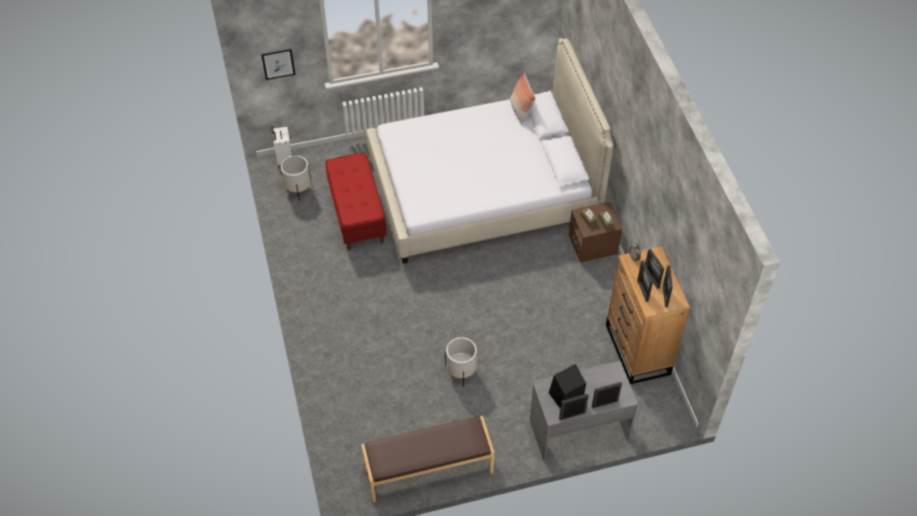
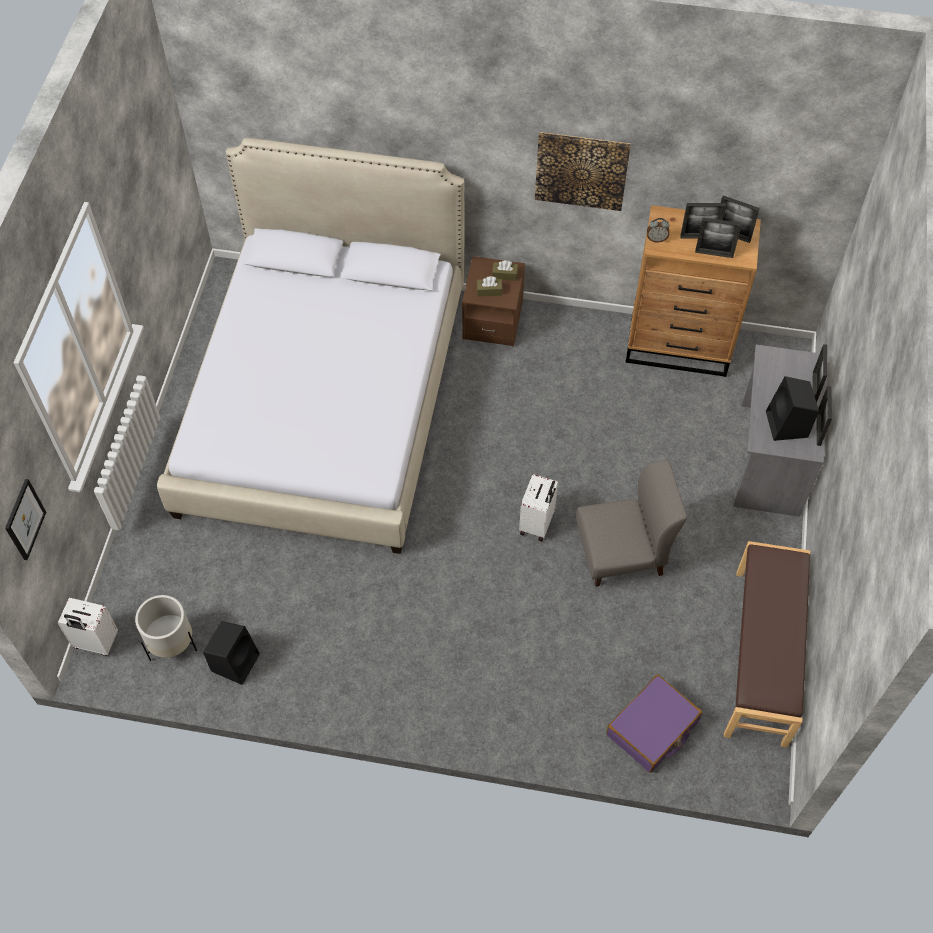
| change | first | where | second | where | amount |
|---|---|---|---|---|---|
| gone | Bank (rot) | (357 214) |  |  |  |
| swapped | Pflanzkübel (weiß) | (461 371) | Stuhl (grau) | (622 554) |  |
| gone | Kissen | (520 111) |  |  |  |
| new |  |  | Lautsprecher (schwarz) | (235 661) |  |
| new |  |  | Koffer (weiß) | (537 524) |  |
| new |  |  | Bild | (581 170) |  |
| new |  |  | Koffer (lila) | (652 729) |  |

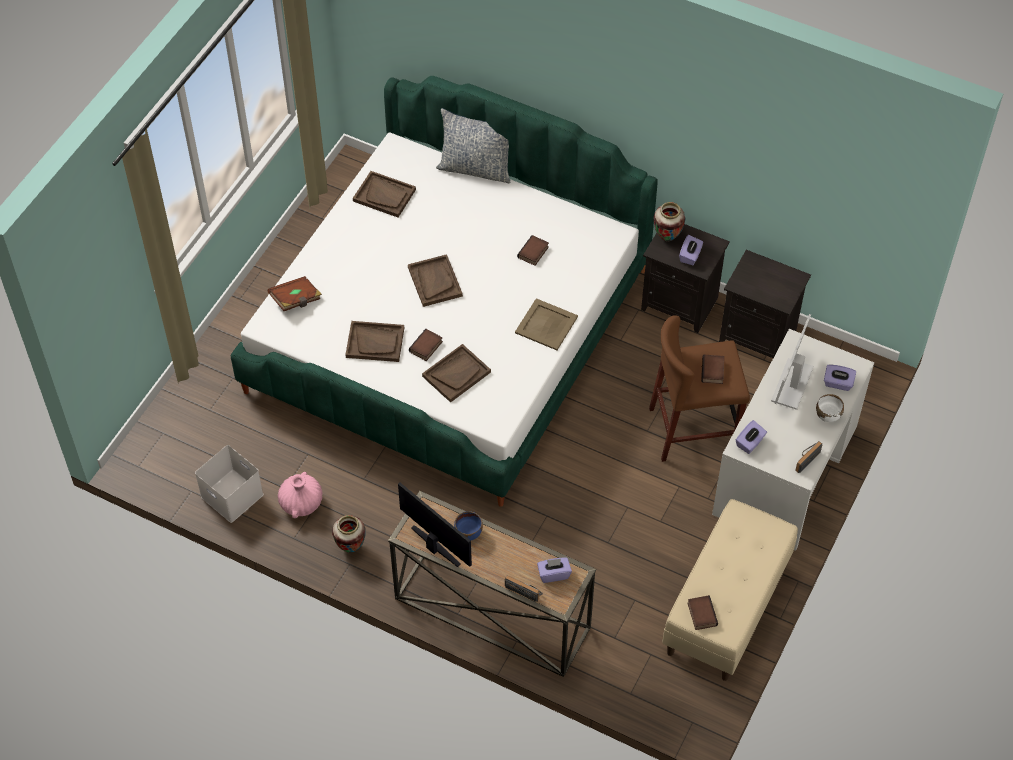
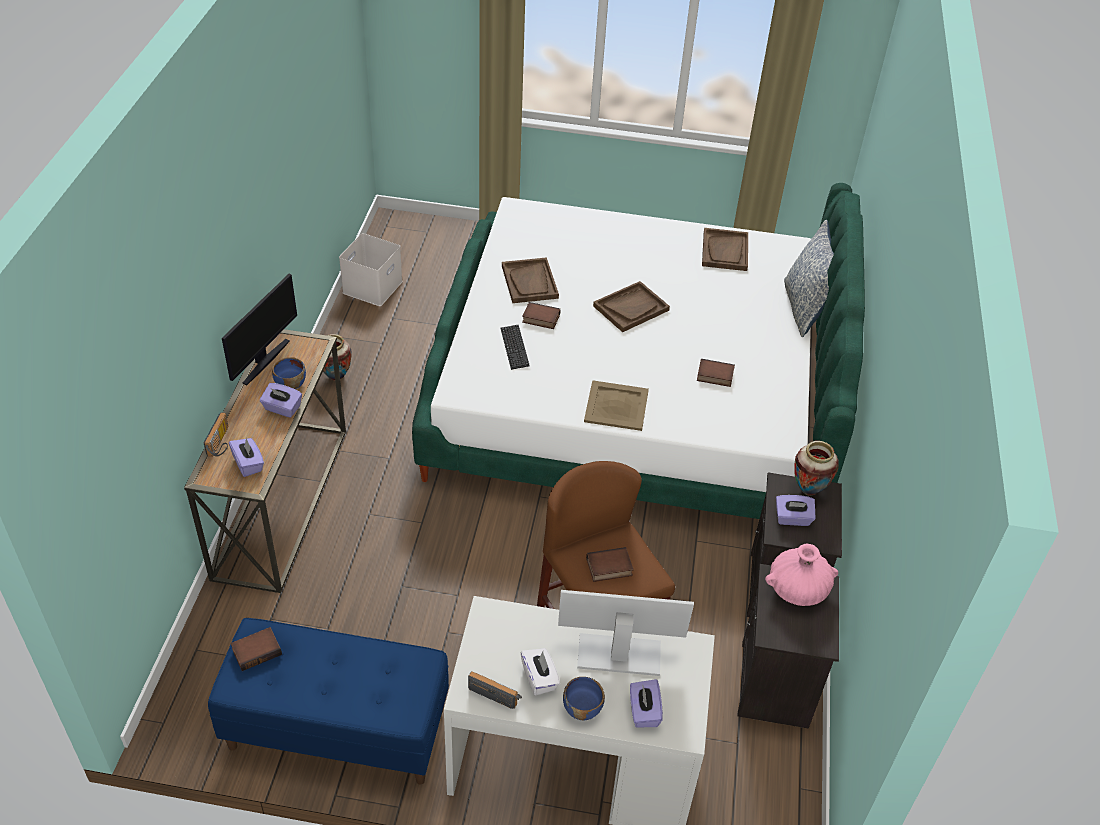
| change | first | where | second | where | amount |
|---|---|---|---|---|---|
| gone | Buch (braun) | (296 300) |  |  |  |
| shifted | Vase (rosa) | (301 503) |  | (797 590) |  |
| swapped | Tablett (braun) | (456 374) | Tastatur | (514 348) |  |
| repainted | Bank (beige) | (727 608) | Bank (blau) | (336 729) |  |
| shifted | Taschentuchbox (lila) | (750 443) |  | (282 408) |  |
| repainted | Schüssel (weiß) | (828 415) | Schüssel (blau) | (582 708) |  |
| new |  |  | Taschentuchbox (weiß) | (539 678) |  |

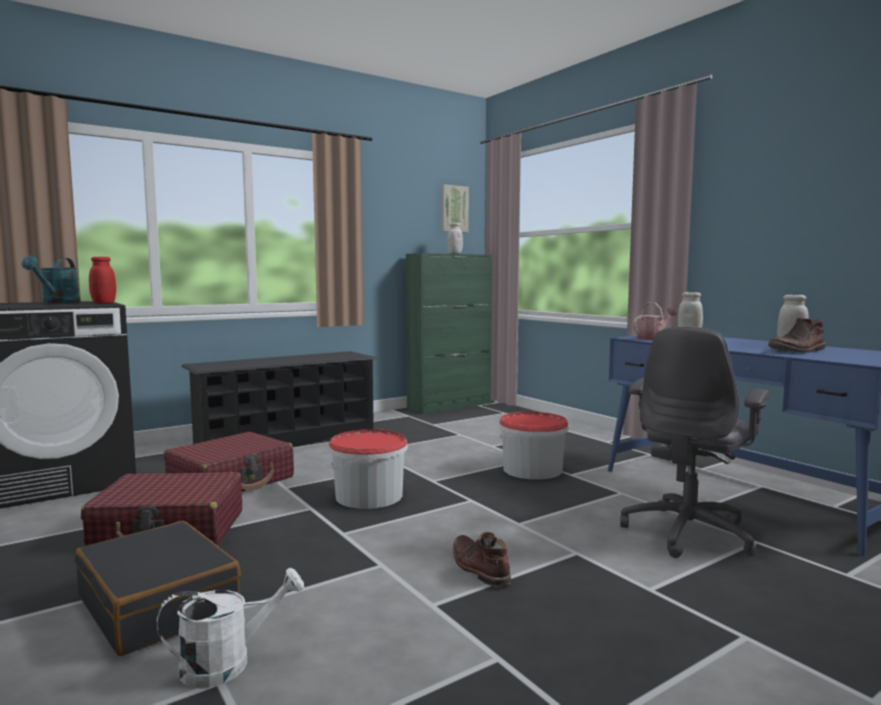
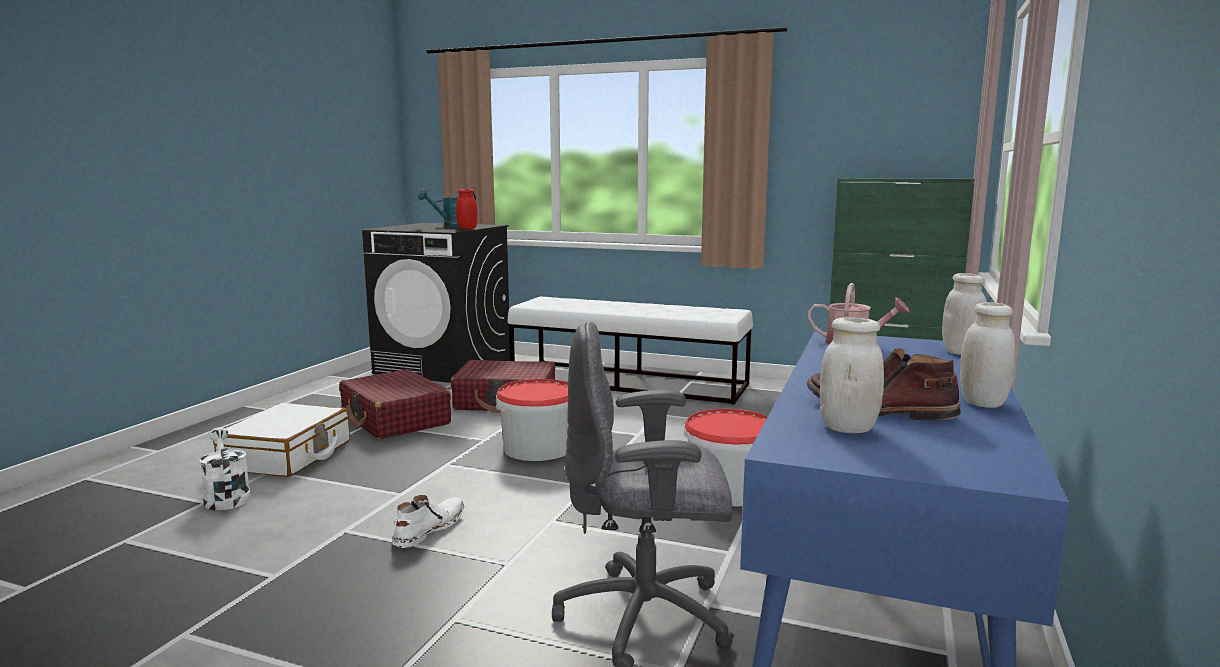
| change | first | where | second | where | amount |
|---|---|---|---|---|---|
| repainted | Koffer (schwarz) | (159 604) | Koffer (weiß) | (287 456) |  |
| rotated | Gießkanne (weiß) | (228 663) |  | (226 497) | 150 degrees counterclockwise |
| swapped | Schuhregal (schwarz) | (285 440) | Bank (weiß) | (629 382) |  |
| gone | Bild | (453 209) |  |  |  |
| shifted | Vorratsglas (weiß) | (455 253) |  | (848 428) |  |
| repainted | Stiefel (braun) | (478 568) | Stiefel (weiß) | (428 529) |  |

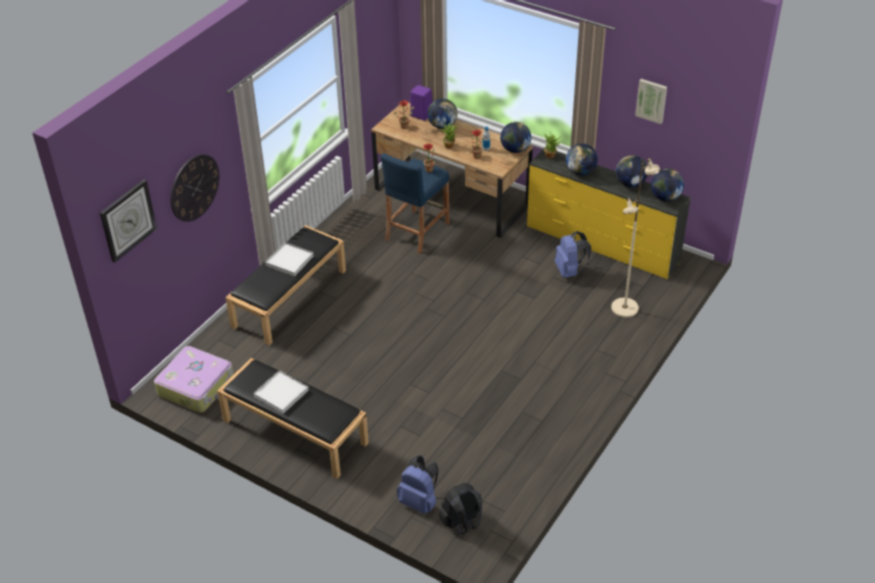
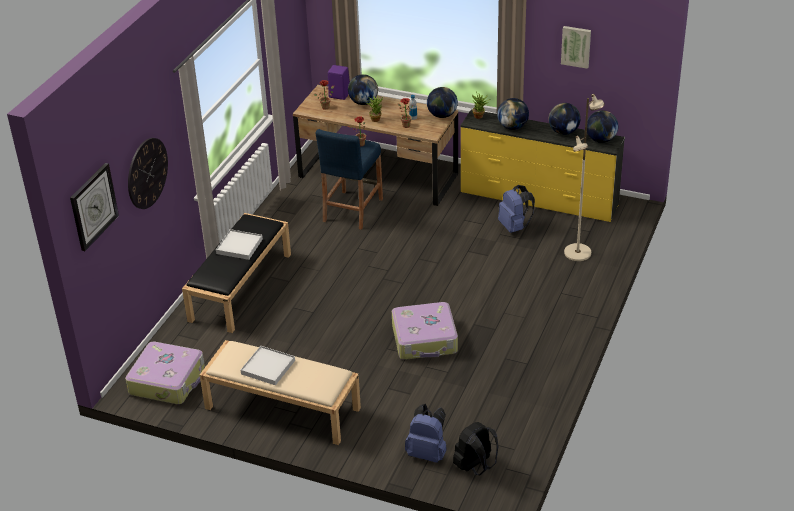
| change | first | where | second | where | amount |
|---|---|---|---|---|---|
| repainted | Bank (schwarz) | (294 432) | Bank (beige) | (281 408) |  |
| new |  |  | Koffer | (425 339) |  |

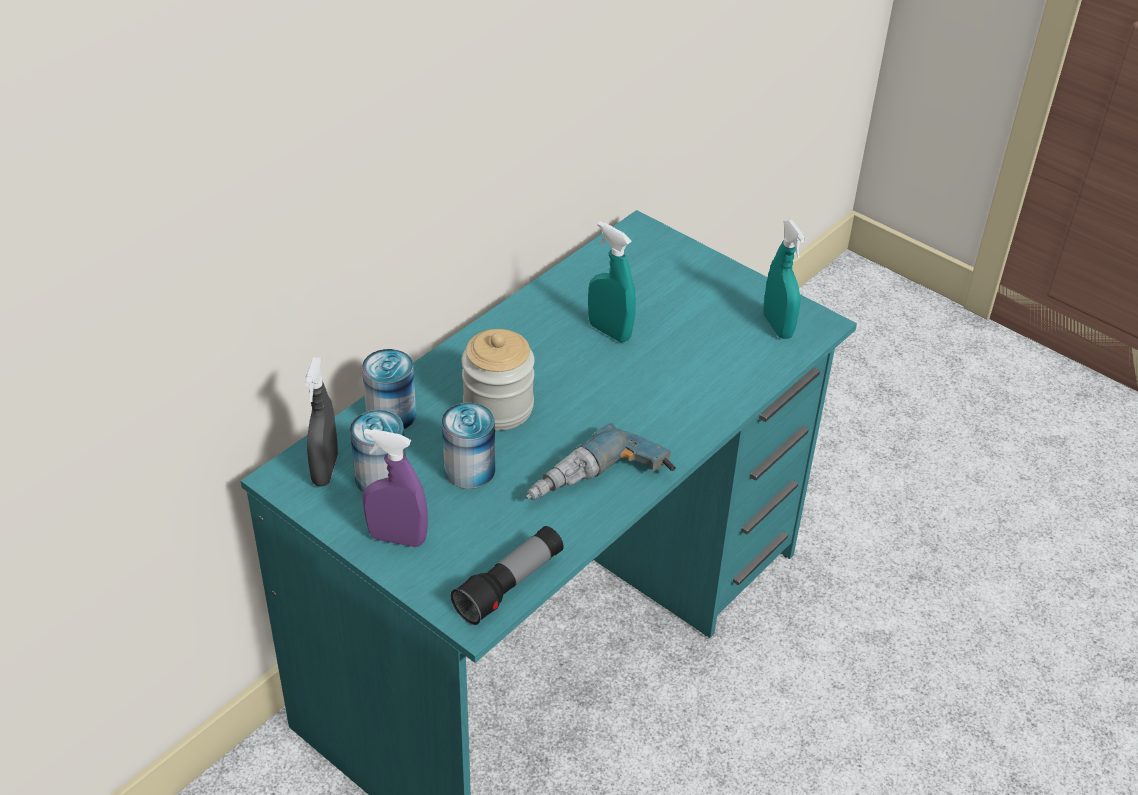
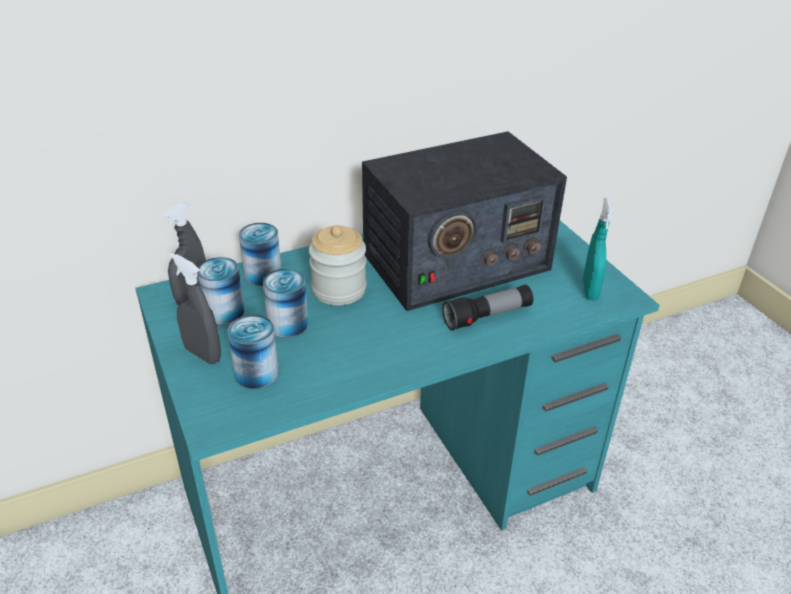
| change | first | where | second | where | amount |
|---|---|---|---|---|---|
| repainted | Sprühflasche (lila) | (397 538) | Sprühflasche (grau) | (202 354) |  |
| shifted | Taschenlampe | (509 585) |  | (487 317) |  |
| gone | Bohrmaschine | (600 488) |  |  |  |
| swapped | Sprühflasche (türkis) | (609 331) | Radio | (455 262) |  |
| new |  |  | Dose | (256 373) |  |

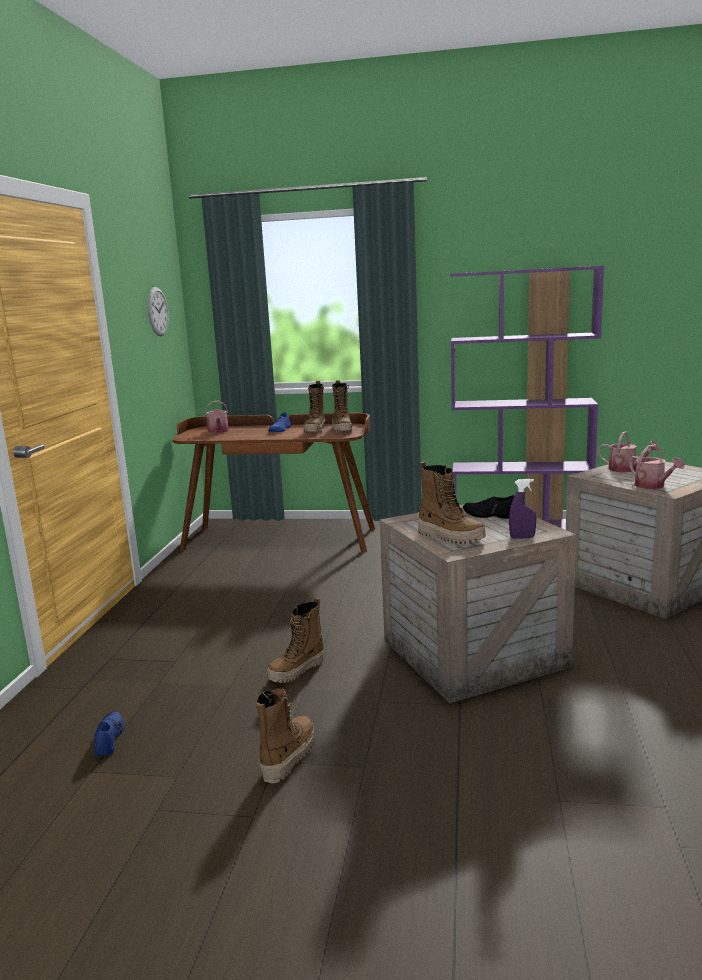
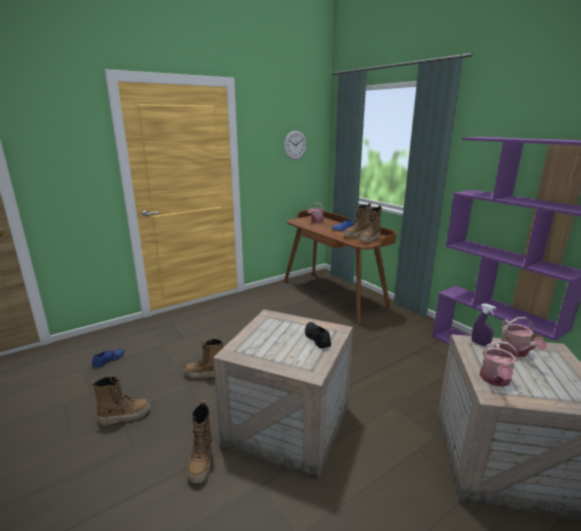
| change | first | where | second | where | amount |
|---|---|---|---|---|---|
| shifted | Stiefel | (451 537) |  | (201 462) |  |
| shifted | Sprühflasche (lila) | (522 537) |  | (480 344) |  |

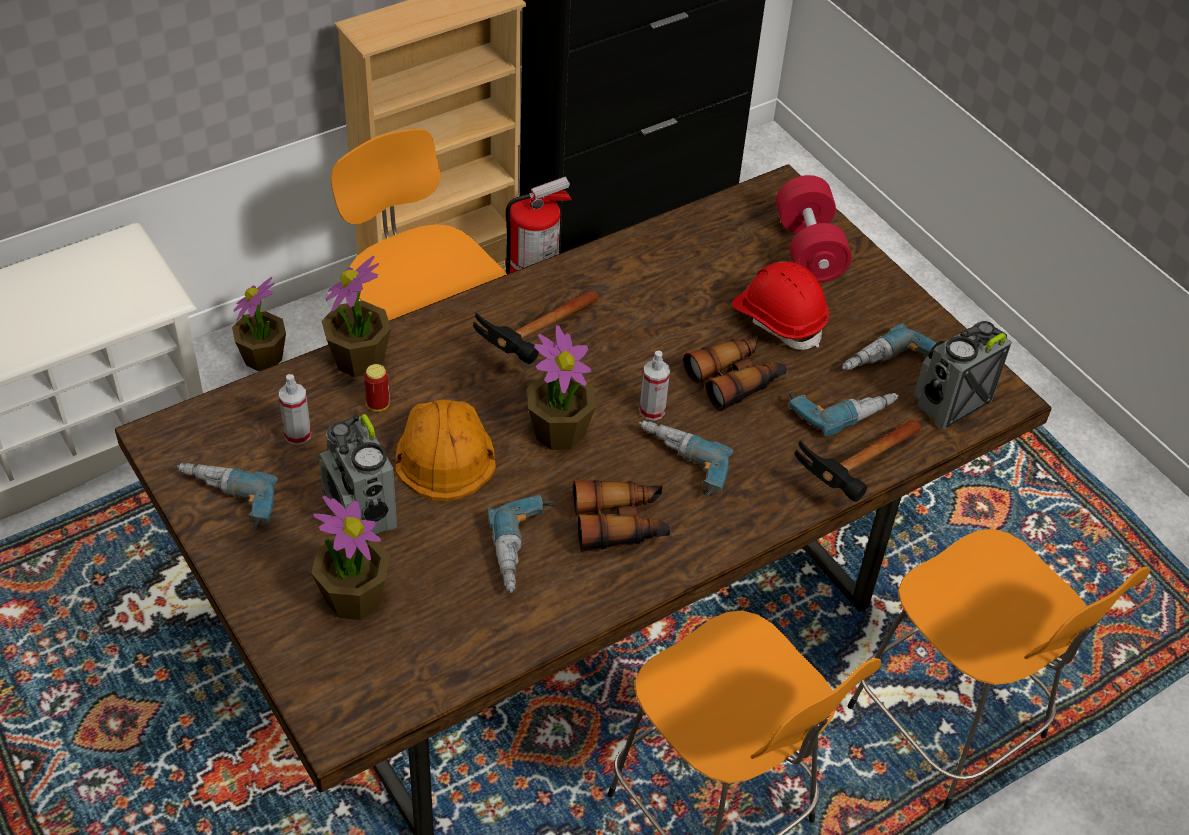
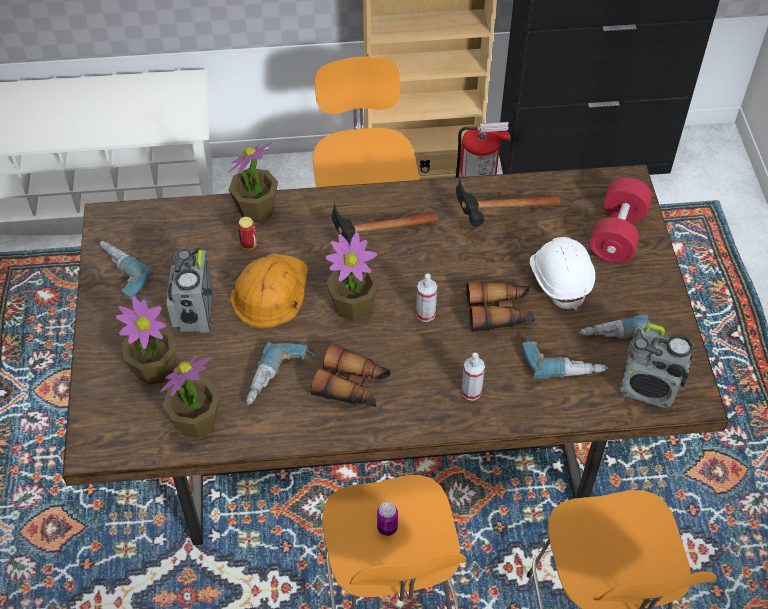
| change | first | where | second | where | amount |
|---|---|---|---|---|---|
| shifted | Topfpflanze | (263 357) |  | (196 421) |  |
| shifted | Sprühflasche | (297 435) |  | (471 392) |  |
| gone | Bohrmaschine | (678 465) |  |  |  |
| repainted | Schutzhelm (rot) | (779 319) | Schutzhelm (weiß) | (560 279) |  |
| shifted | Hammer | (854 479) |  | (495 218) |  |
| rotated | Radio | (950 403) |  | (649 388) | 150 degrees counterclockwise |
| new |  |  | Dose | (387 527) |  |

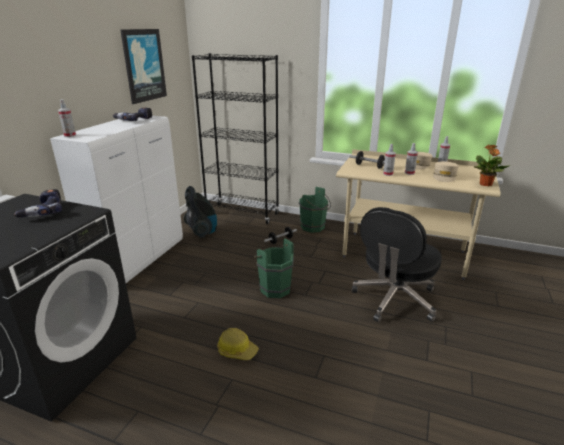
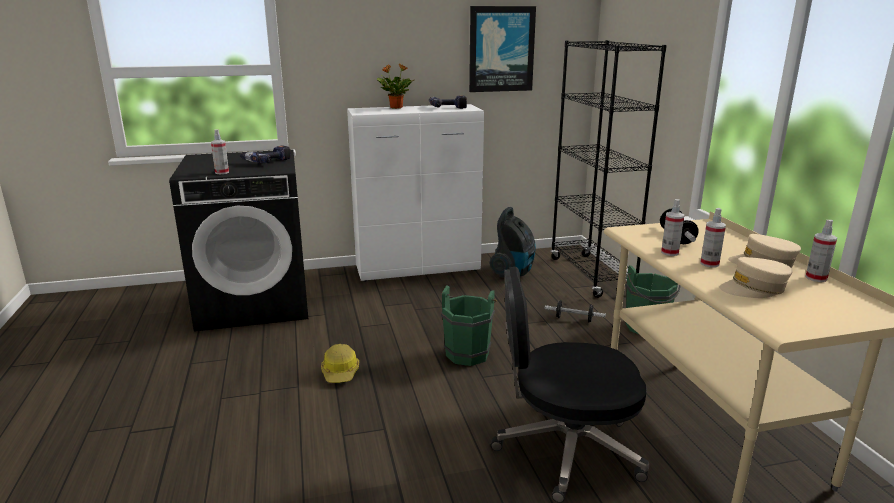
| change | first | where | second | where | amount |
|---|---|---|---|---|---|
| shifted | Sprühflasche | (70 135) |  | (222 172) |  |
| shifted | Topfpflanze | (485 184) |  | (395 107) |  |

